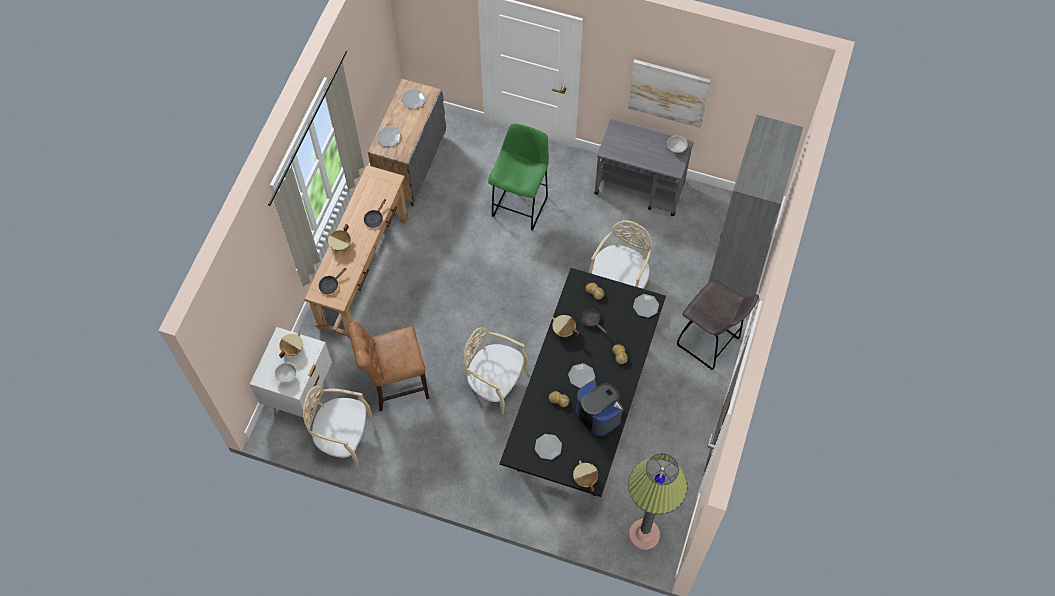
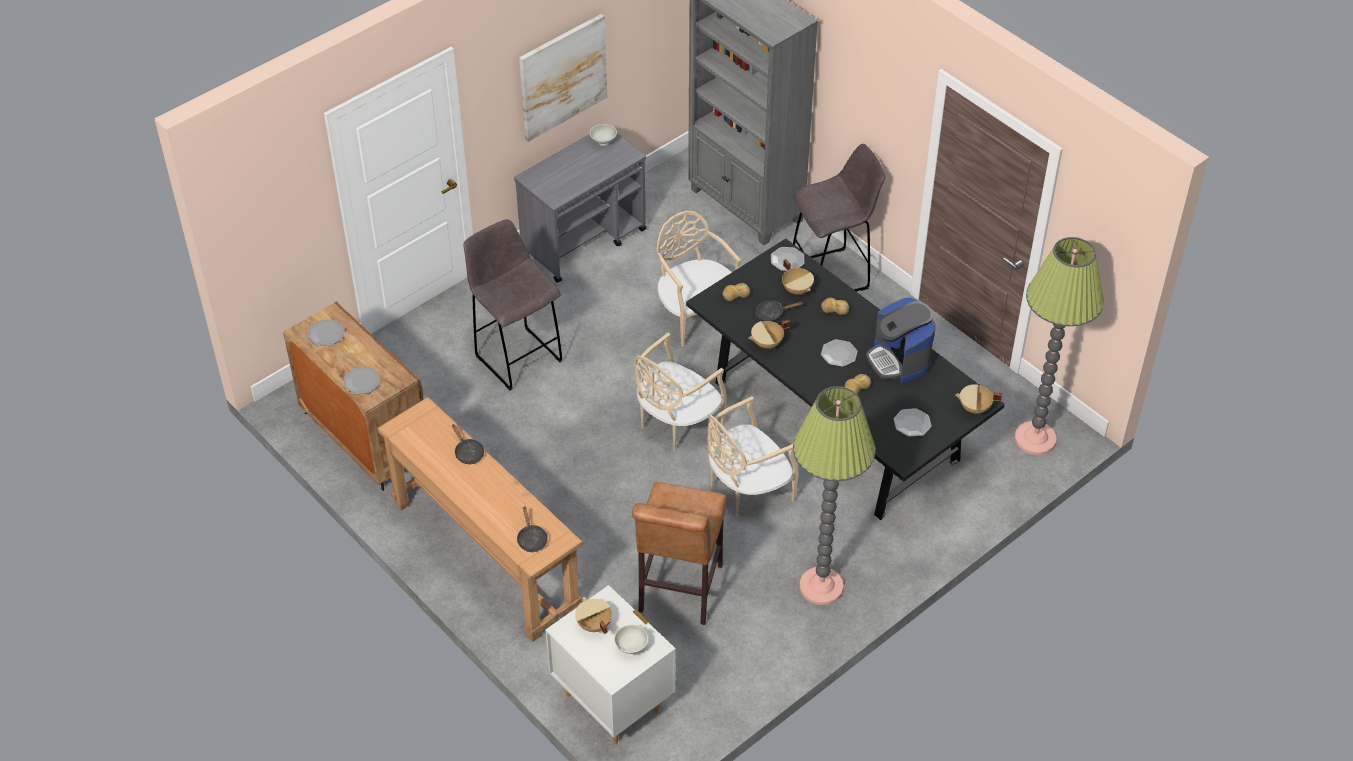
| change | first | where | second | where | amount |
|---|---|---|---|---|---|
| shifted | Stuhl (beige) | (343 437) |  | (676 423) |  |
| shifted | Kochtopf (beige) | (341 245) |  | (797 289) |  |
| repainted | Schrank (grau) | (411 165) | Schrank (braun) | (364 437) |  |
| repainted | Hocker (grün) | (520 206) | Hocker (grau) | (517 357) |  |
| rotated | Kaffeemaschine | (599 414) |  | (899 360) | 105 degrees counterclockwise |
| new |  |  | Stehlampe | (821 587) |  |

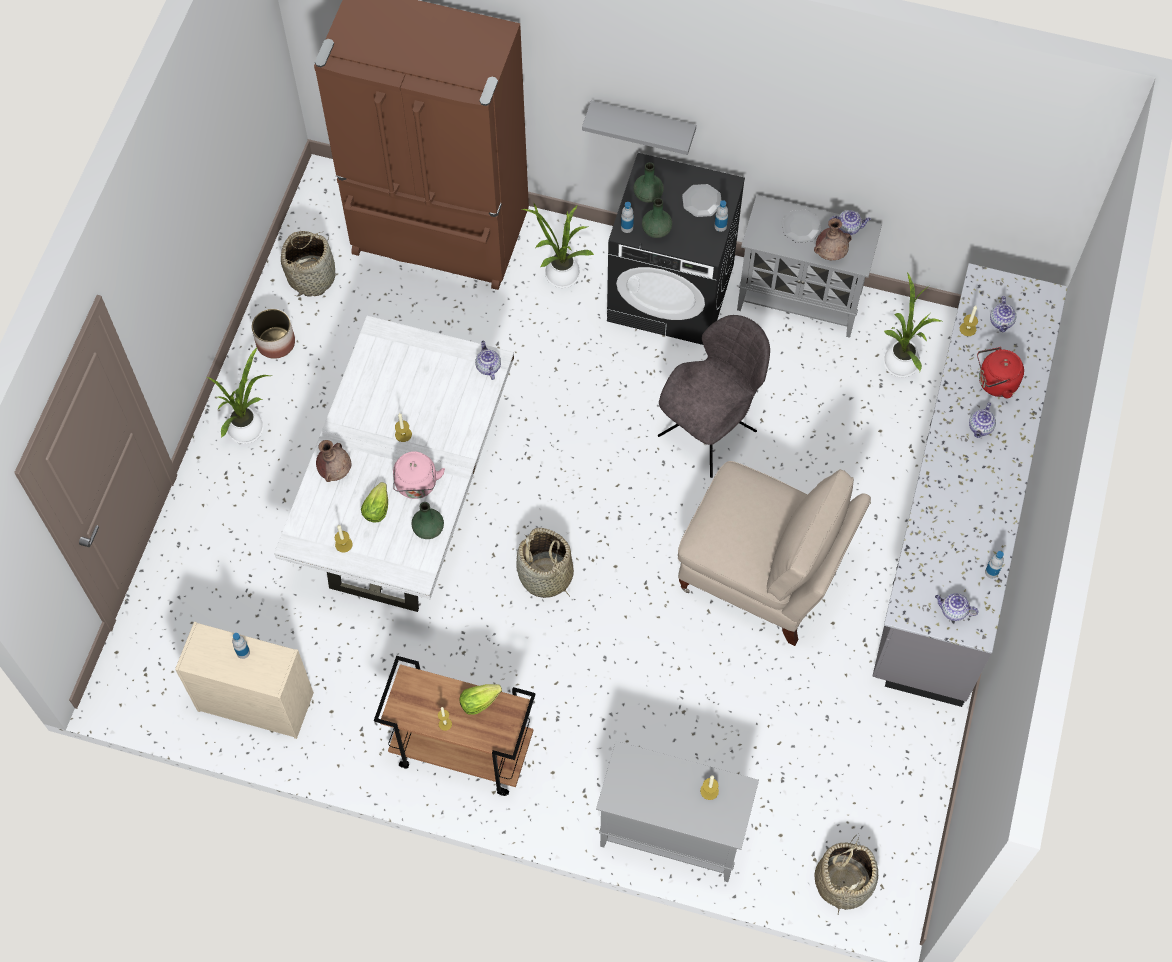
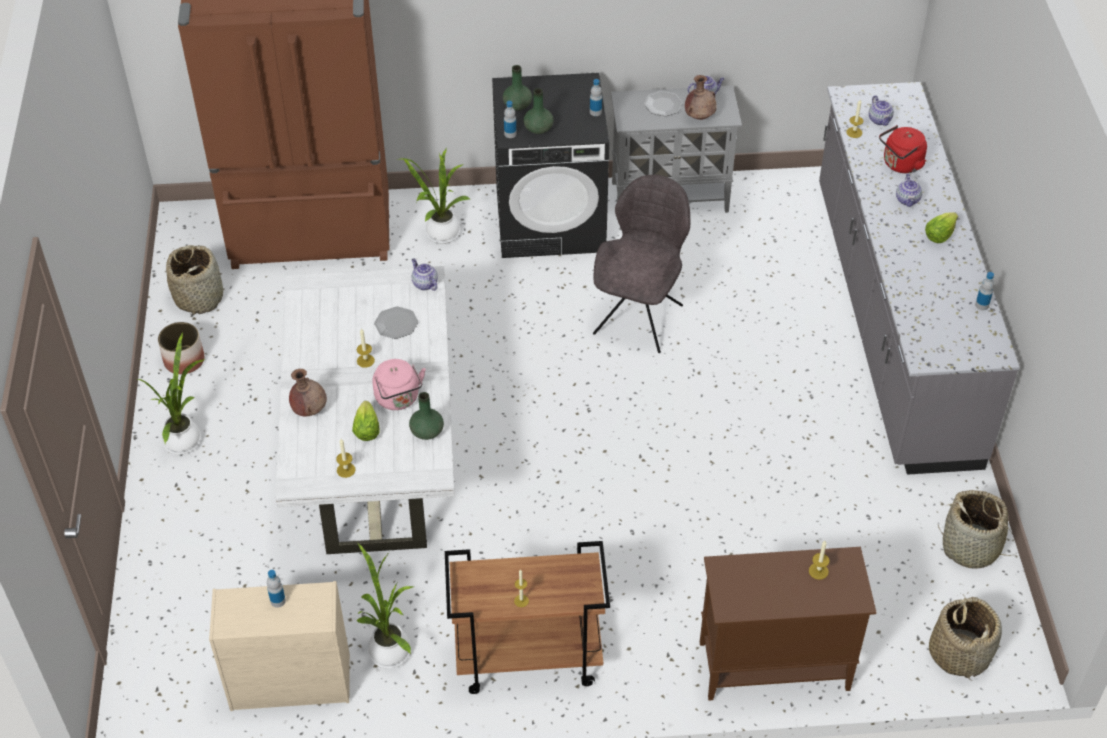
| change | first | where | second | where | amount |
|---|---|---|---|---|---|
| shifted | Salatkopf | (479 702) |  | (939 235) |  |
| shifted | Korb | (546 576) |  | (971 548) |  |
| gone | Wandregal (grau) | (643 124) |  |  |  |
| repainted | Schrank (grau) | (670 834) | Schrank (braun) | (772 666) |  |
| gone | Stuhl (beige) | (762 575) |  |  |  |
| shifted | Teller | (701 201) |  | (396 324) |  |
| shifted | Topfpflanze | (900 360) |  | (389 648) |  |
| gone | Teekanne | (953 611) |  |  |  |

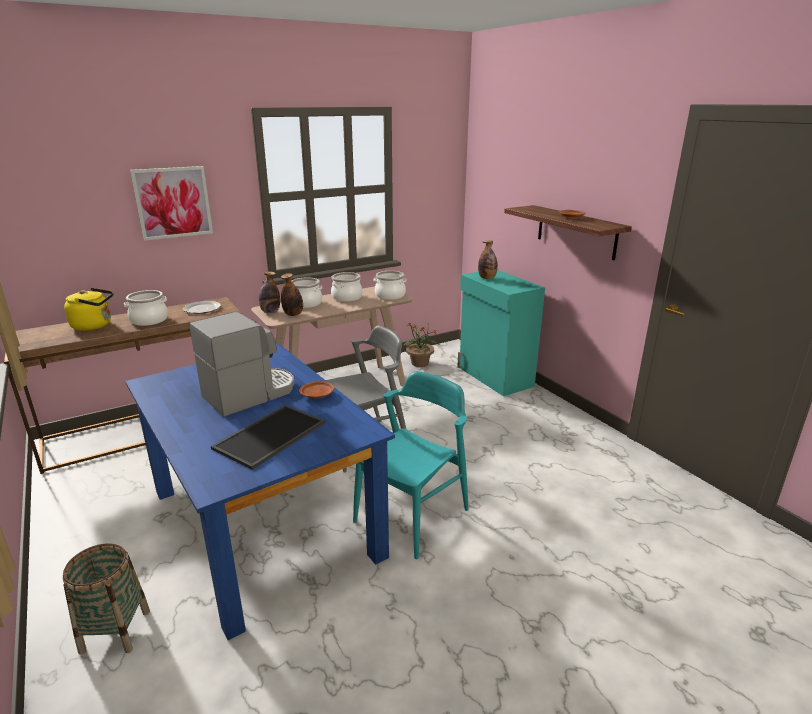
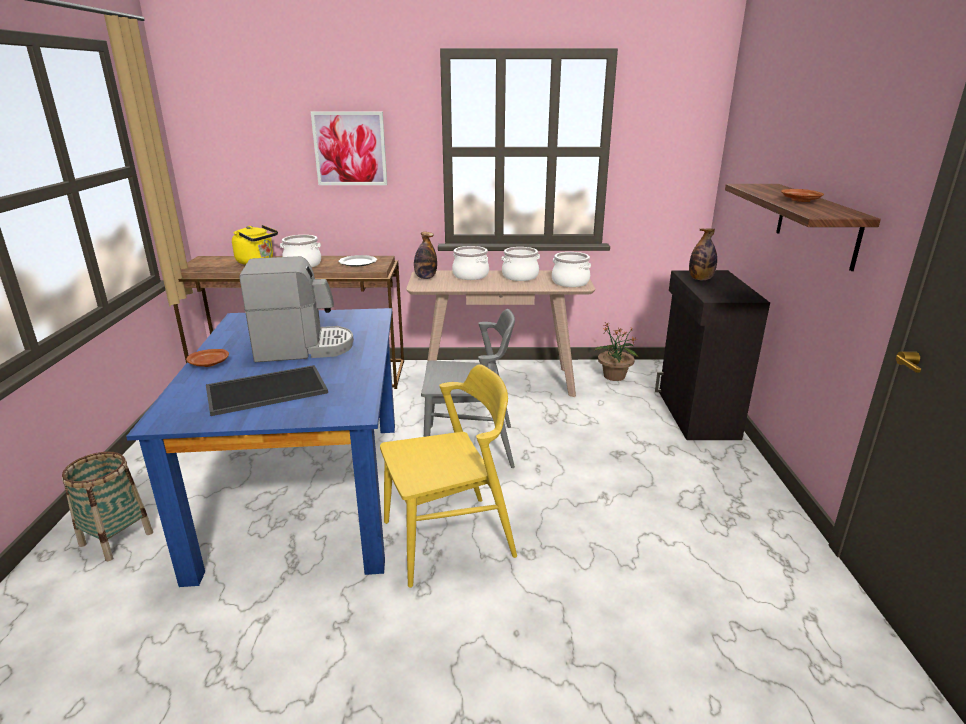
| change | first | where | second | where | amount |
|---|---|---|---|---|---|
| gone | Flasche | (293 314) |  |  |  |
| shifted | Teller (braun) | (317 395) |  | (210 363) |  |
| repainted | Stuhl (türkis) | (412 516) | Stuhl (gelb) | (449 539) |  |
| repainted | Schrank (türkis) | (494 377) | Schrank (schwarz) | (696 415) |  |

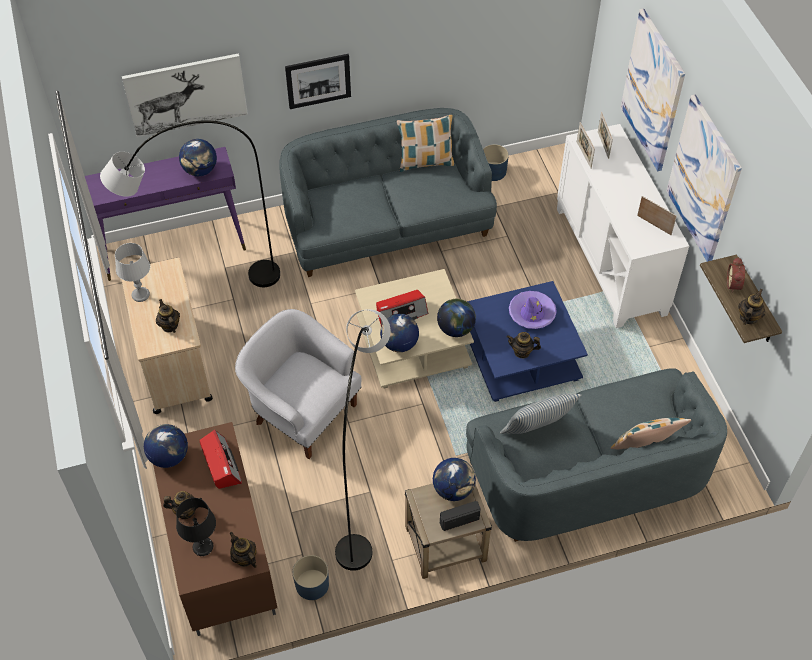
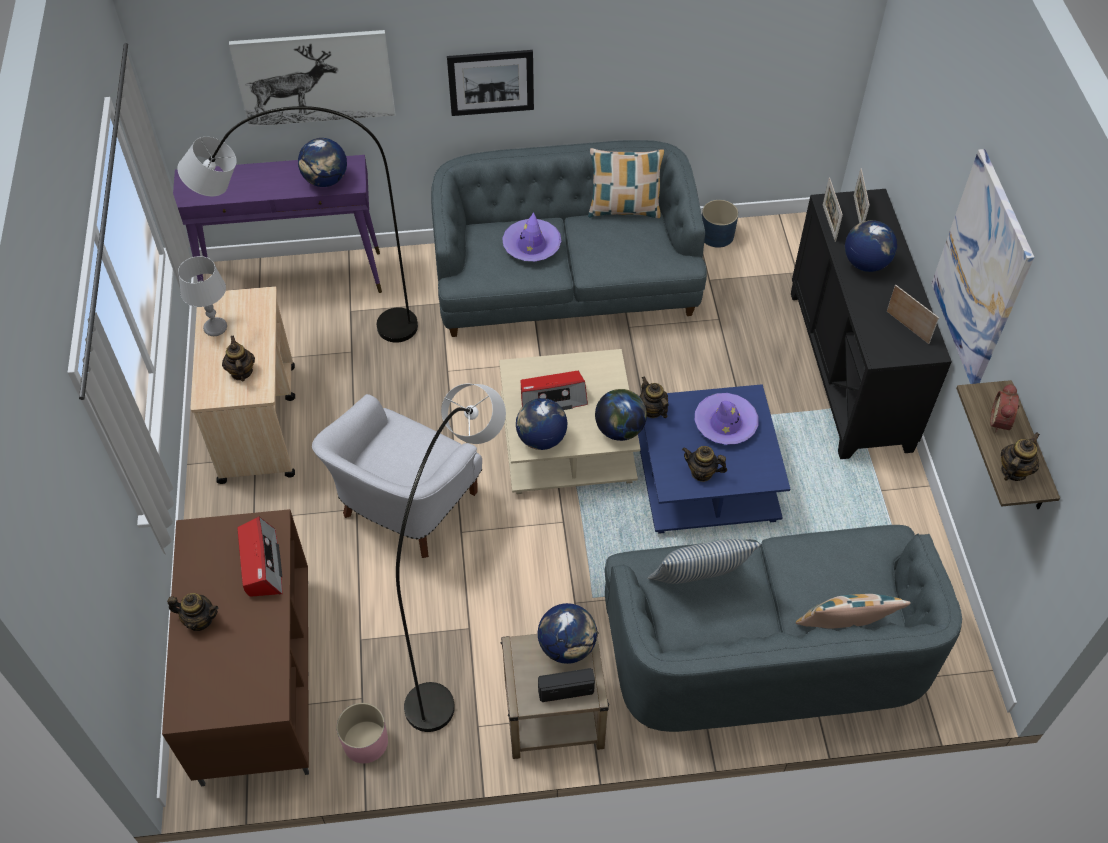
| change | first | where | second | where | amount |
|---|---|---|---|---|---|
| shifted | Globus | (169 456) |  | (865 263) |  |
| gone | Tischlampe (schwarz) | (203 547) |  |  |  |
| shifted | Teekanne | (244 558) |  | (652 410) |  |
| rotated | Sessel (weiß) | (302 411) |  | (405 508) | 105 degrees counterclockwise |
| repainted | Pflanzkübel (blau) | (312 585) | Pflanzkübel (rosa) | (365 742) |  |
| repainted | Schrank (weiß) | (611 260) | Schrank (schwarz) | (850 369) |  |
| gone | Bild | (653 91) |  |  |  |
| new |  |  | Hut (lila) | (532 245) |  |

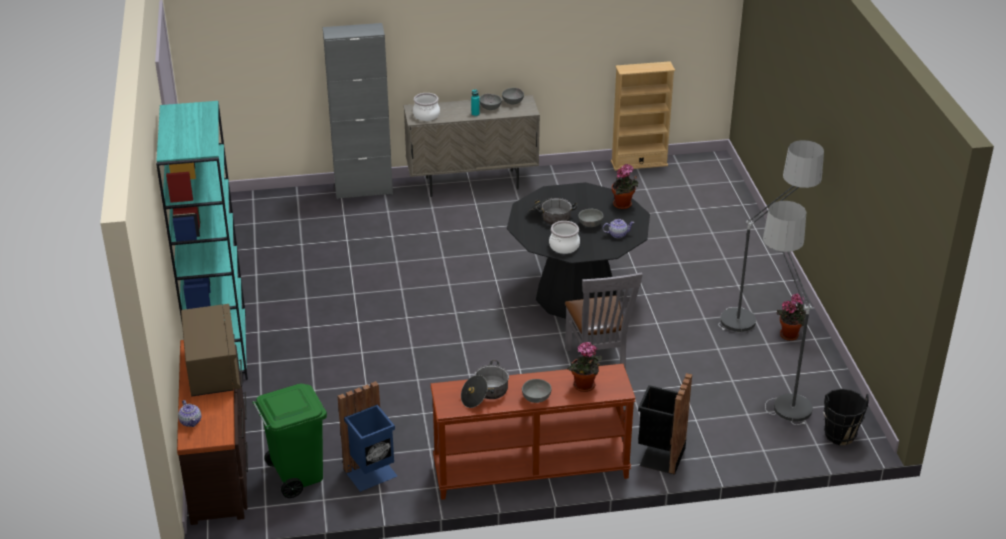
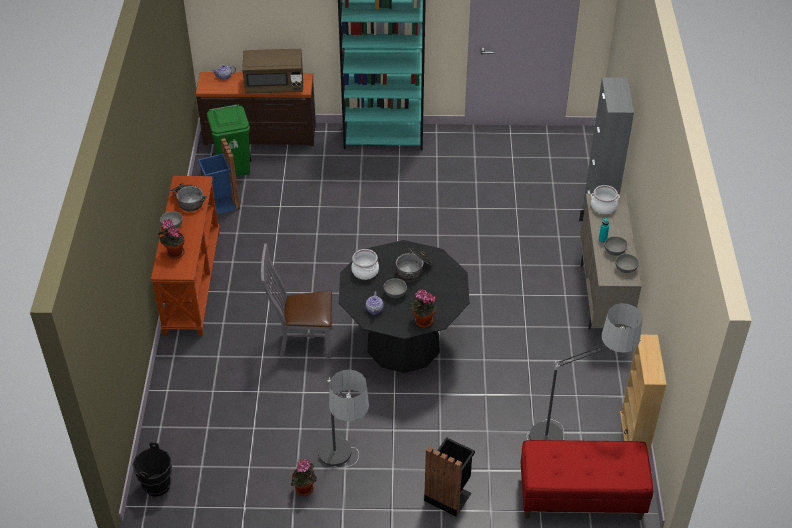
| change | first | where | second | where | amount |
|---|---|---|---|---|---|
| shifted | Mülleimer (schwarz) | (660 456) |  | (448 495) |  |
| shifted | Stehlampe | (778 391) |  | (572 434) |  |
| new |  |  | Bank (rot) | (580 498) |  |

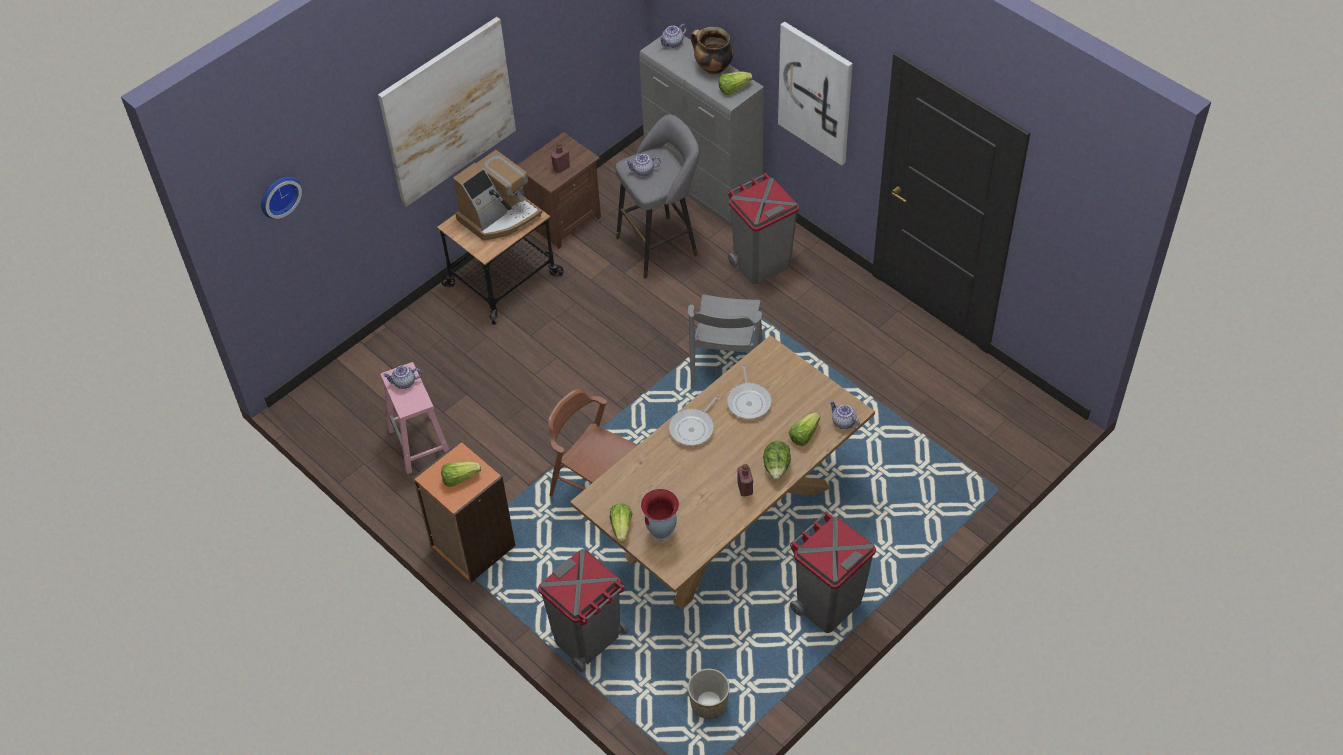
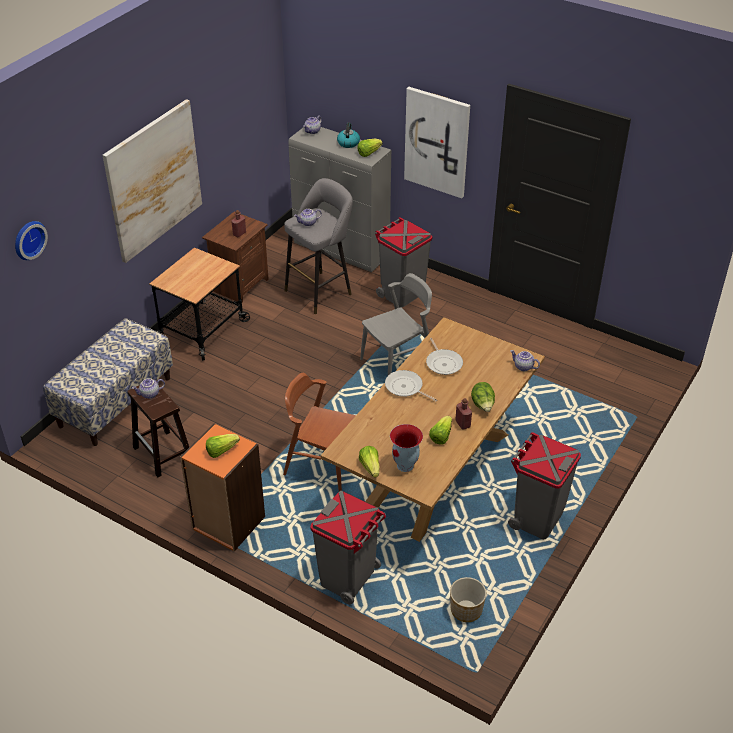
| change | first | where | second | where | amount |
|---|---|---|---|---|---|
| repainted | Hocker (rosa) | (420 444) | Hocker (braun) | (163 454) |  |
| gone | Kaffeemaschine | (499 216) |  |  |  |
| rotated | Pfanne | (693 428) |  | (405 387) | 105 degrees clockwise |
| rotated | Stuhl (grau) | (726 364) |  | (397 362) | 120 degrees counterclockwise |
| swapped | Kochtopf | (712 68) | Wasserkessel | (348 143) |  |
| shifted | Salatkopf | (804 435) |  | (441 436) |  |
| new |  |  | Bank | (115 401) |  |

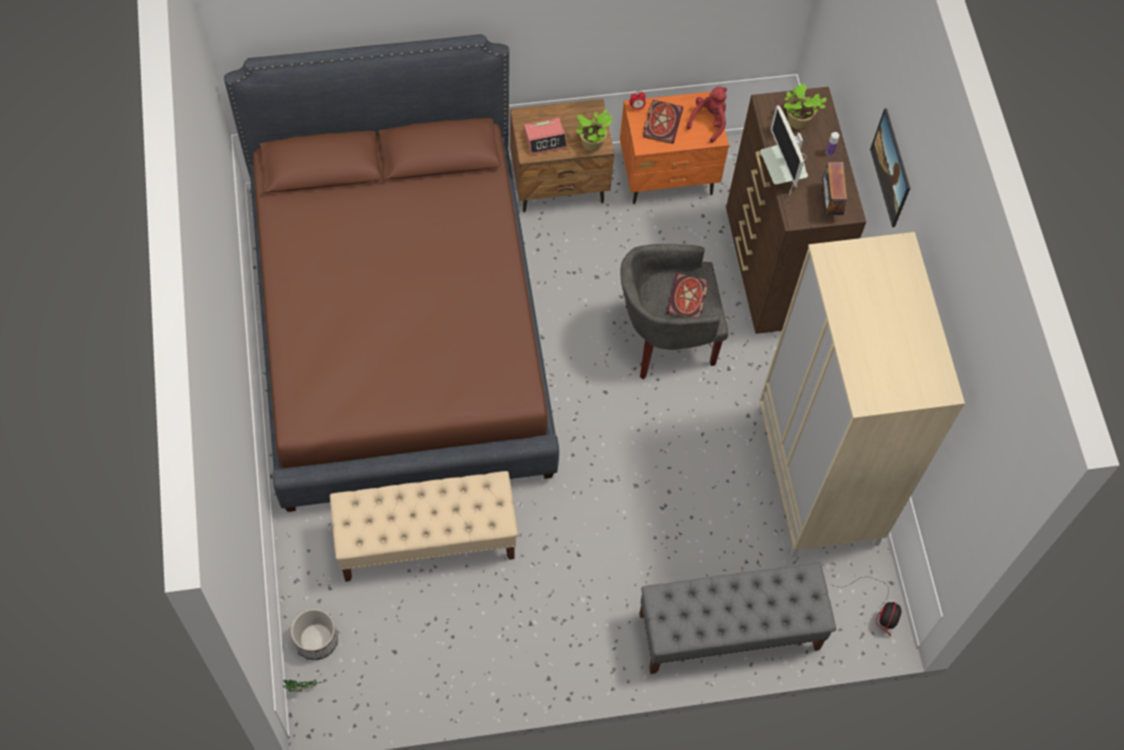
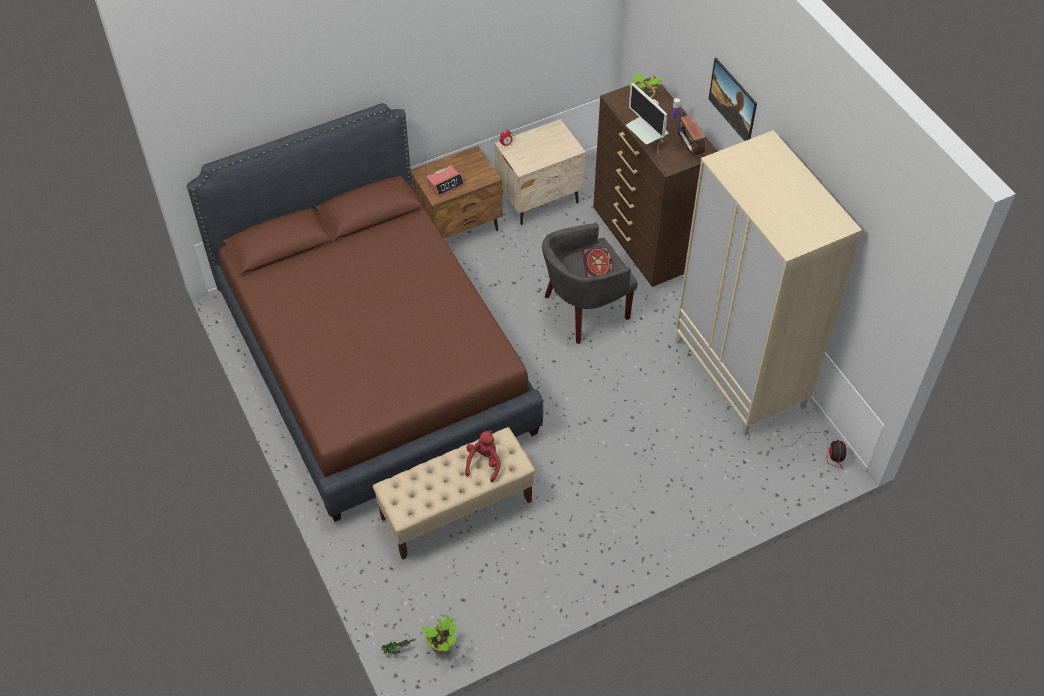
| change | first | where | second | where | amount |
|---|---|---|---|---|---|
| gone | Pflanzkübel | (316 640) |  |  |  |
| shifted | Topfpflanze | (593 145) |  | (443 647) |  |
| repainted | Nachttisch (orange) | (668 176) | Nachttisch (beige) | (539 199) |  |
| gone | Bank (grau) | (728 631) |  |  |  |
| gone | Buch | (661 122) |  |  |  |
| shifted | Plüschtier (rot) | (709 121) |  | (484 463) |  |

